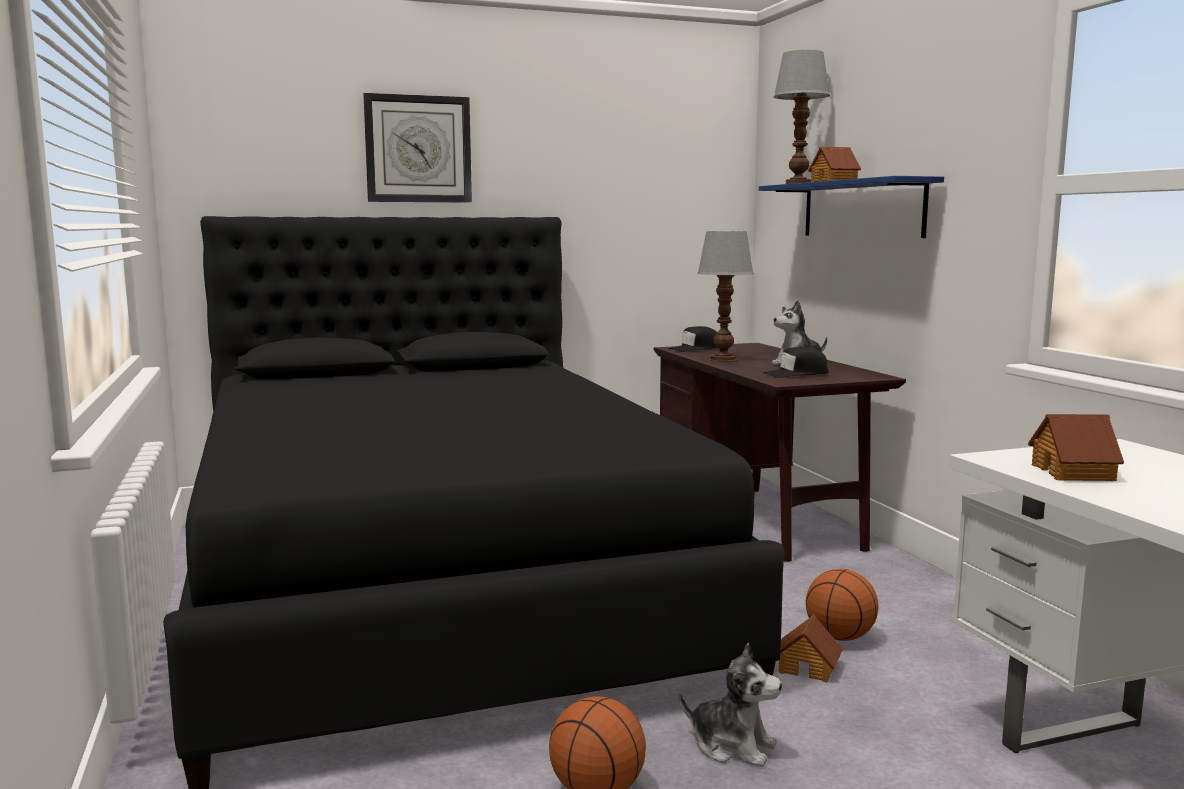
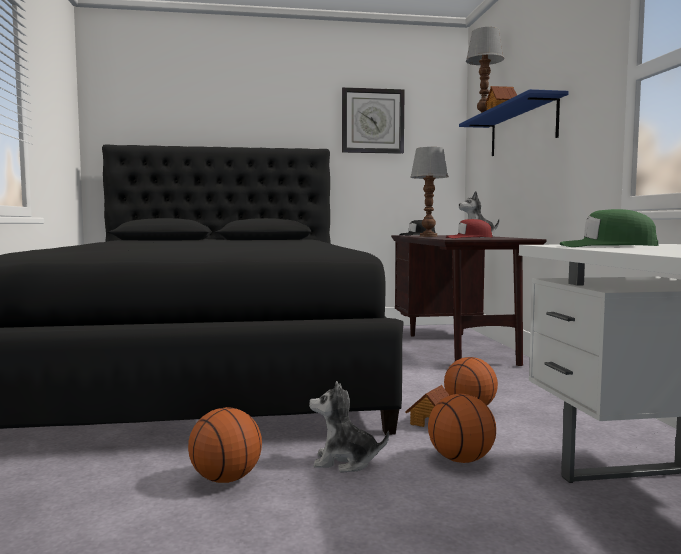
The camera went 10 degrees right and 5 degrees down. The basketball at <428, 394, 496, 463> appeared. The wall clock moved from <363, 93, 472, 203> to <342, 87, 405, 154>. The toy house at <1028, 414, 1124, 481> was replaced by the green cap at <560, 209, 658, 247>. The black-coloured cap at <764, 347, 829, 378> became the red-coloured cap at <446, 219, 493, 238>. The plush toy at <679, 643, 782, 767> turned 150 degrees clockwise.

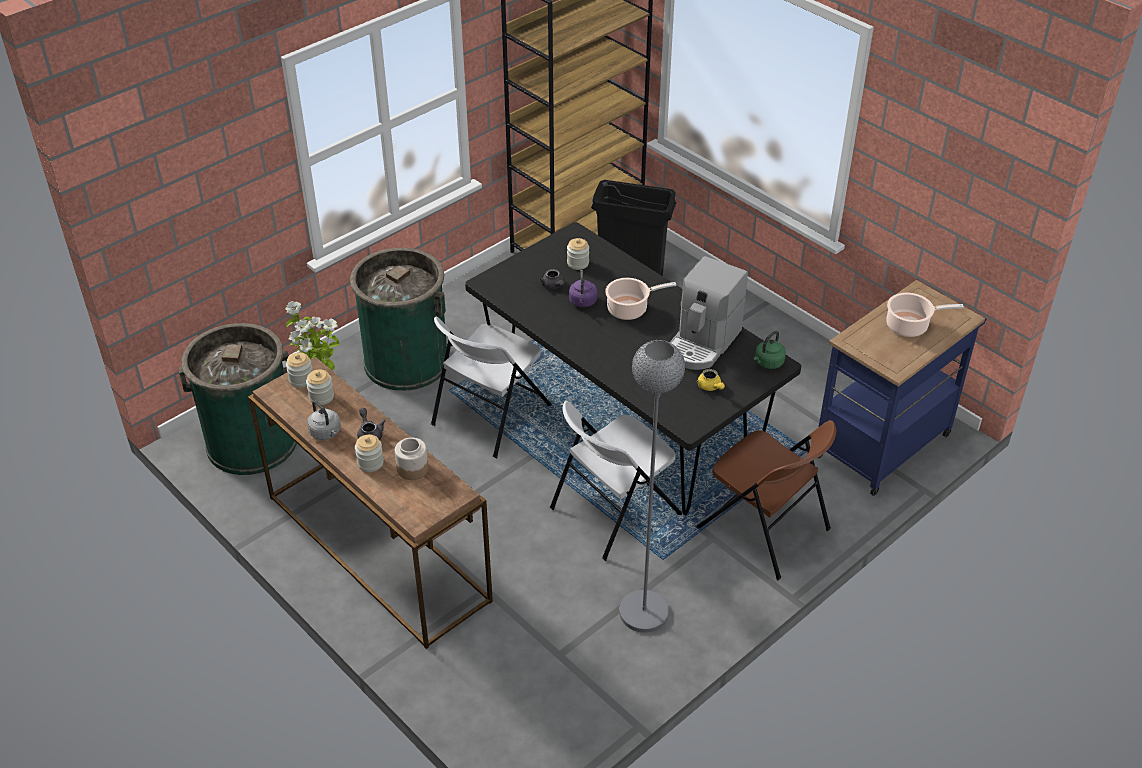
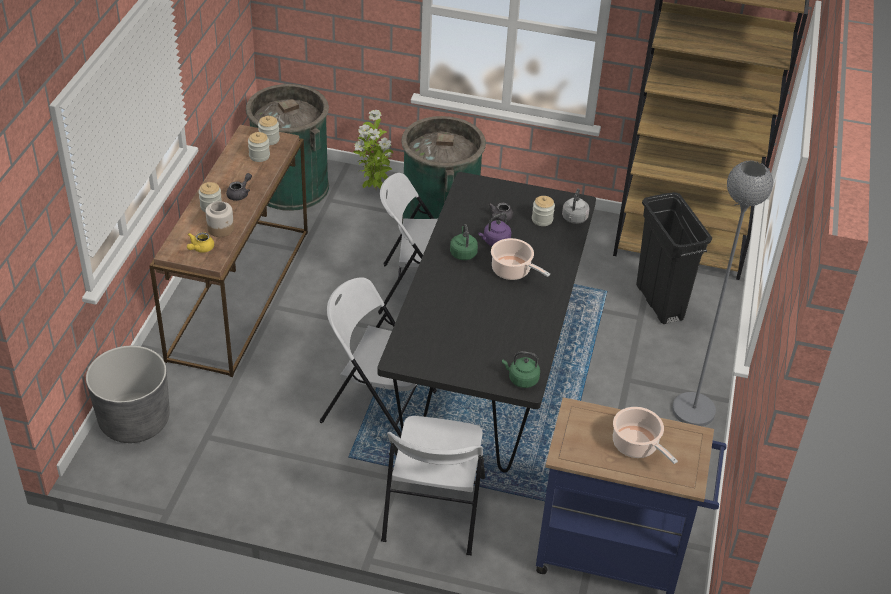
The camera went 55 degrees right and 0 degrees up. The coffee maker at <670, 256, 748, 370> disappeared. The grey flower pot at <86, 346, 170, 443> appeared. The green tea kettle at <450, 224, 478, 260> appeared. The grey tea kettle moved from <307, 401, 341, 440> to <562, 189, 589, 224>. The grey standing lamp moved from <619, 340, 685, 633> to <672, 161, 773, 426>. The yellow tea pot moved from <697, 369, 725, 391> to <187, 232, 214, 253>. The brown upright chair at <696, 420, 836, 580> became the white-coloured upright chair at <381, 416, 486, 556>.

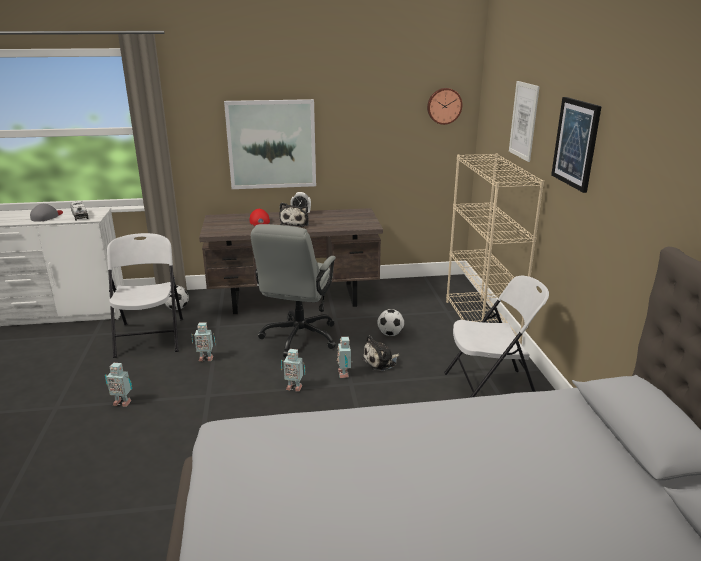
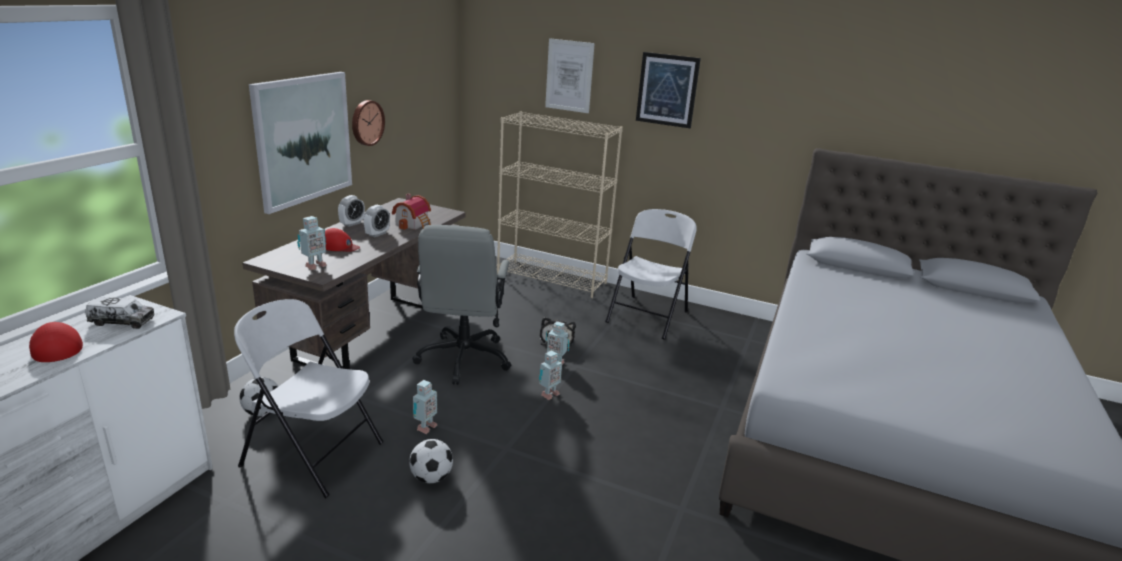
The camera went 60 degrees left and 0 degrees up. The toy house at <392, 194, 431, 230> appeared. The toy robot moved from <105, 363, 132, 407> to <297, 216, 327, 270>. The football moved from <377, 309, 404, 336> to <409, 439, 453, 483>. The wall clock moved from <427, 88, 462, 125> to <352, 100, 385, 146>. The plush toy at <279, 203, 309, 227> was replaced by the alarm clock at <364, 205, 390, 237>. The grey cap at <30, 204, 63, 222> became the red-coloured cap at <29, 322, 83, 362>. The grey desk chair at <251, 224, 336, 357> turned 45 degrees clockwise.

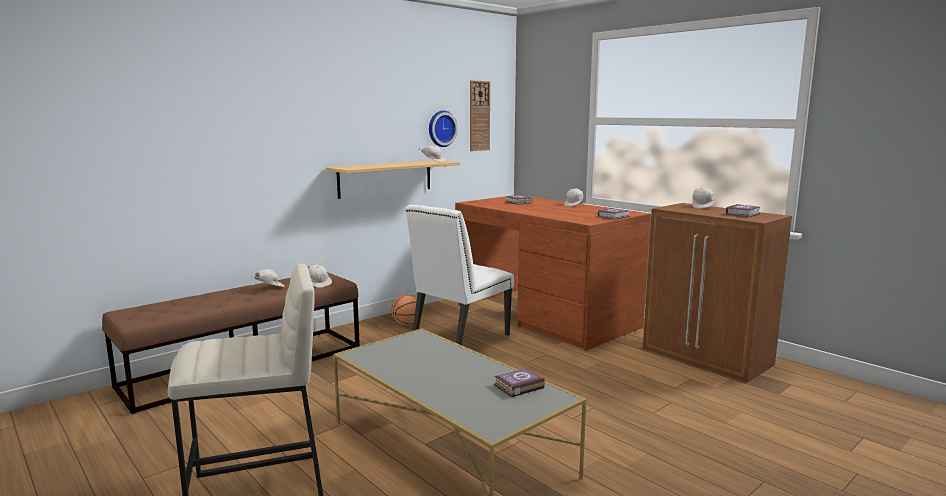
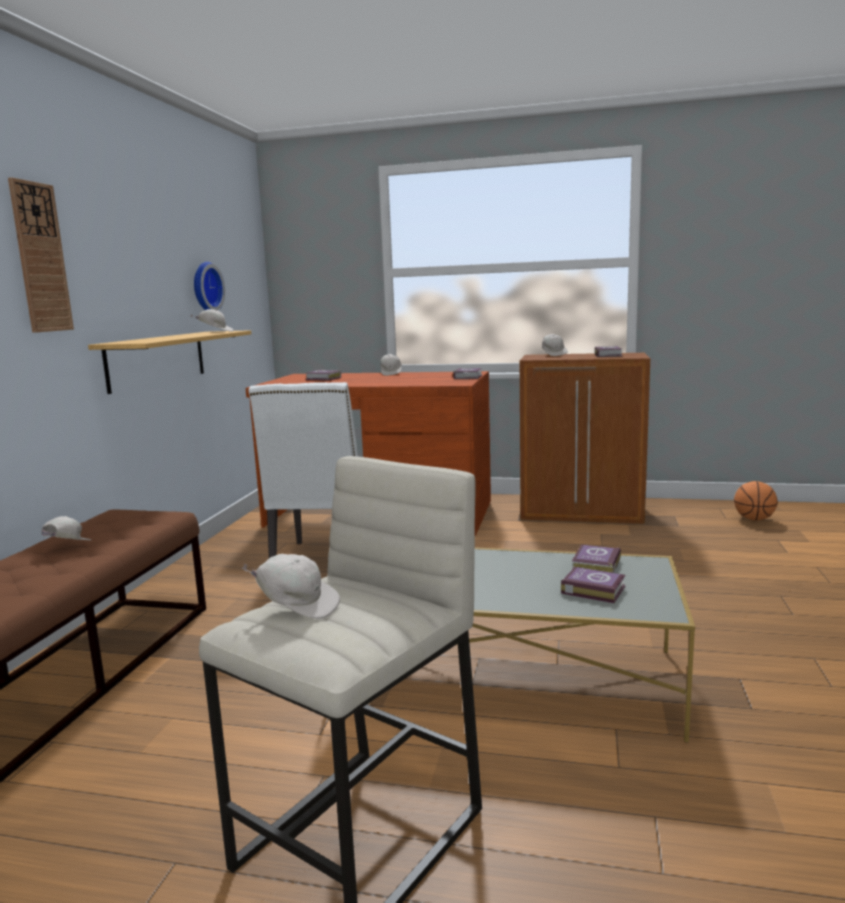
The camera went 35 degrees left and 0 degrees up. The book at <561, 567, 626, 603> appeared. The white-coloured cap moved from <308, 265, 332, 288> to <242, 554, 340, 619>. The basketball moved from <391, 295, 417, 325> to <734, 481, 778, 521>. The wall clock moved from <470, 80, 490, 151> to <8, 177, 74, 333>.

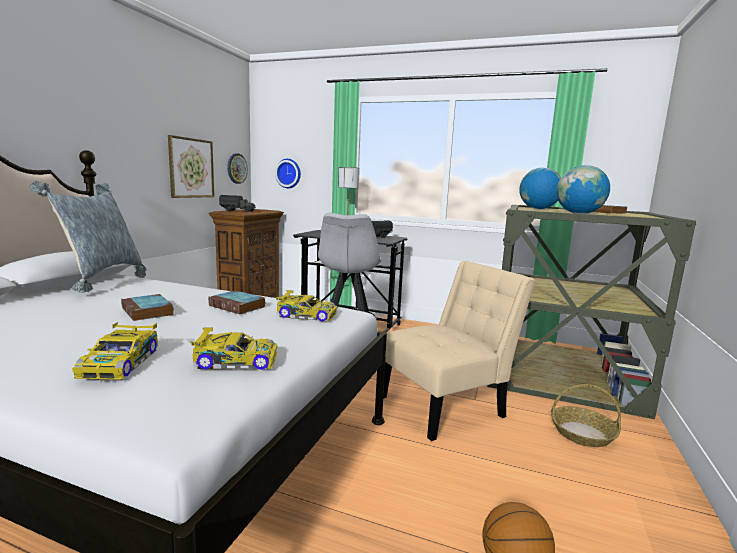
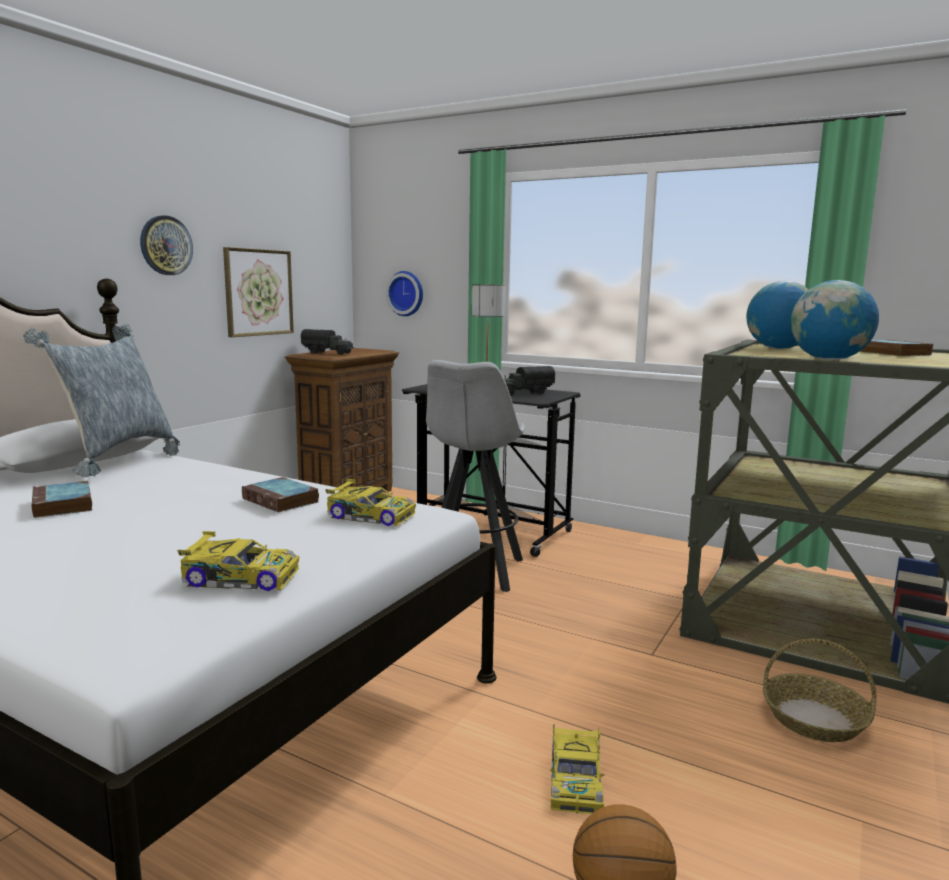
The camera went 10 degrees right and 0 degrees up. The sand-coloured upright chair at <383, 261, 536, 441> disappeared. The miniature car moved from <72, 322, 158, 380> to <550, 724, 604, 814>. The book moved from <121, 294, 174, 321> to <32, 481, 92, 518>. The wall clock moved from <227, 153, 248, 184> to <140, 215, 193, 275>.

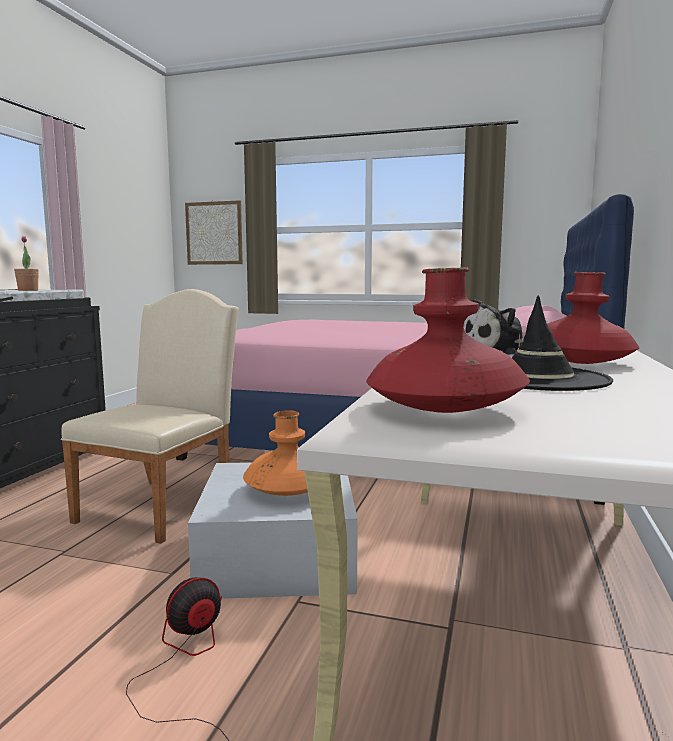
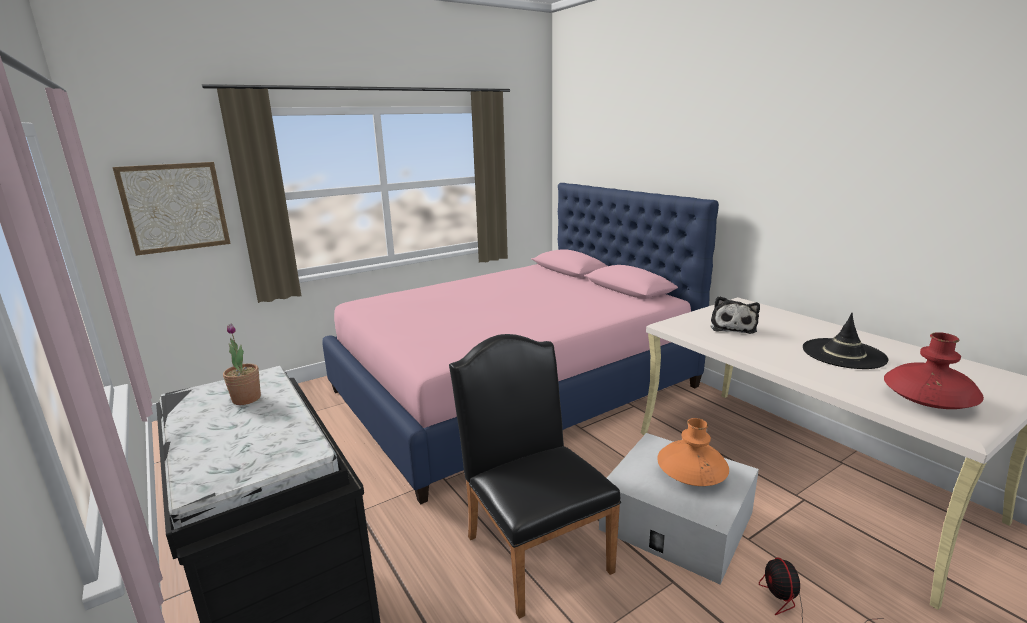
The camera went 50 degrees left and 10 degrees up. The red-coloured vase at <547, 272, 639, 364> disappeared. The sand-coloured upright chair at <61, 289, 239, 544> became the black-coloured upright chair at <449, 334, 621, 619>.

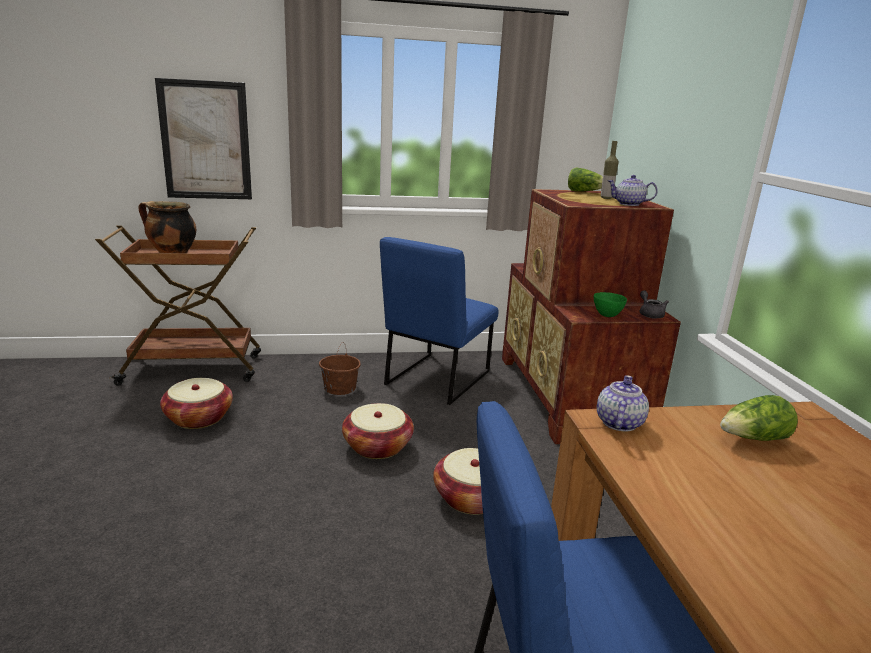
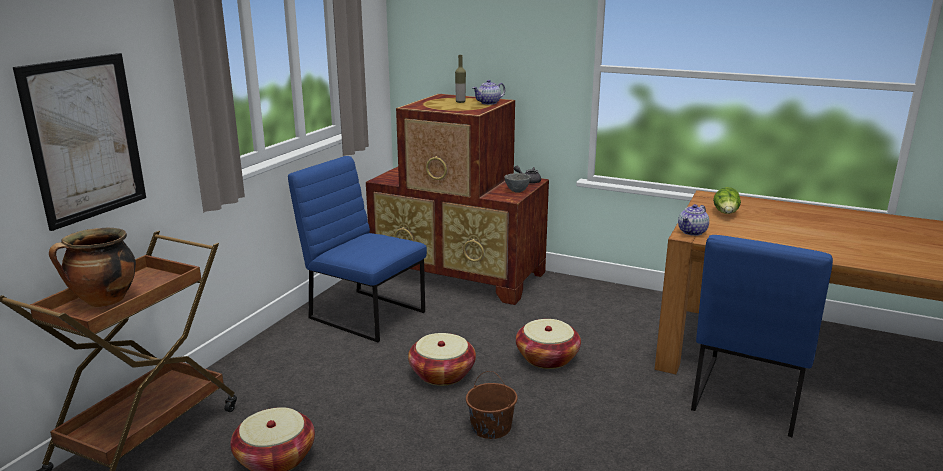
The camera went 55 degrees left and 0 degrees up. The head of lettuce at <568, 167, 603, 192> disappeared. The brown bucket moved from <319, 342, 361, 395> to <466, 371, 518, 439>. The green deep dish at <594, 292, 627, 317> became the grey deep dish at <504, 173, 531, 193>. The blue upright chair at <380, 237, 499, 405> turned 150 degrees clockwise. The tea pot at <597, 375, 649, 432> turned 105 degrees counterclockwise.

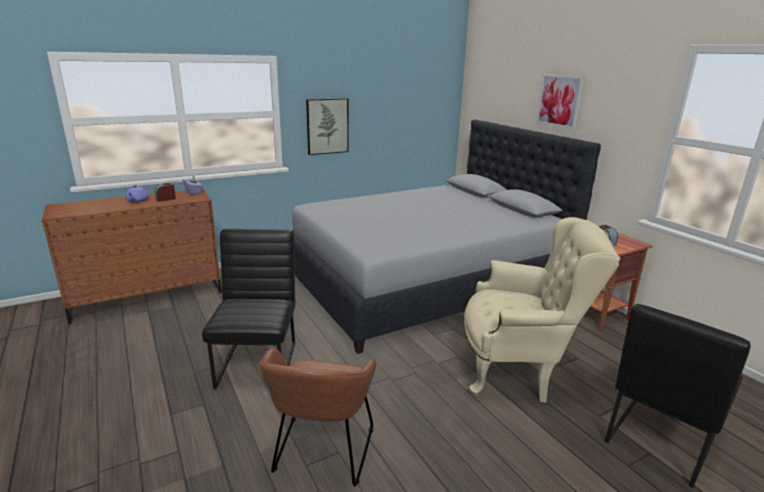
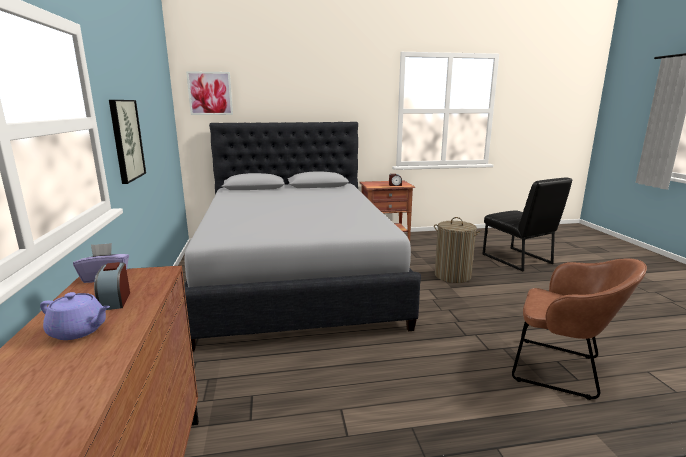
The camera went 70 degrees left and 5 degrees down. The black-coloured upright chair at <202, 229, 295, 389> disappeared. The wall picture moved from <536, 74, 584, 129> to <186, 71, 233, 115>. The sand-coloured easy chair at <464, 217, 620, 403> was replaced by the hamper at <434, 217, 481, 283>.

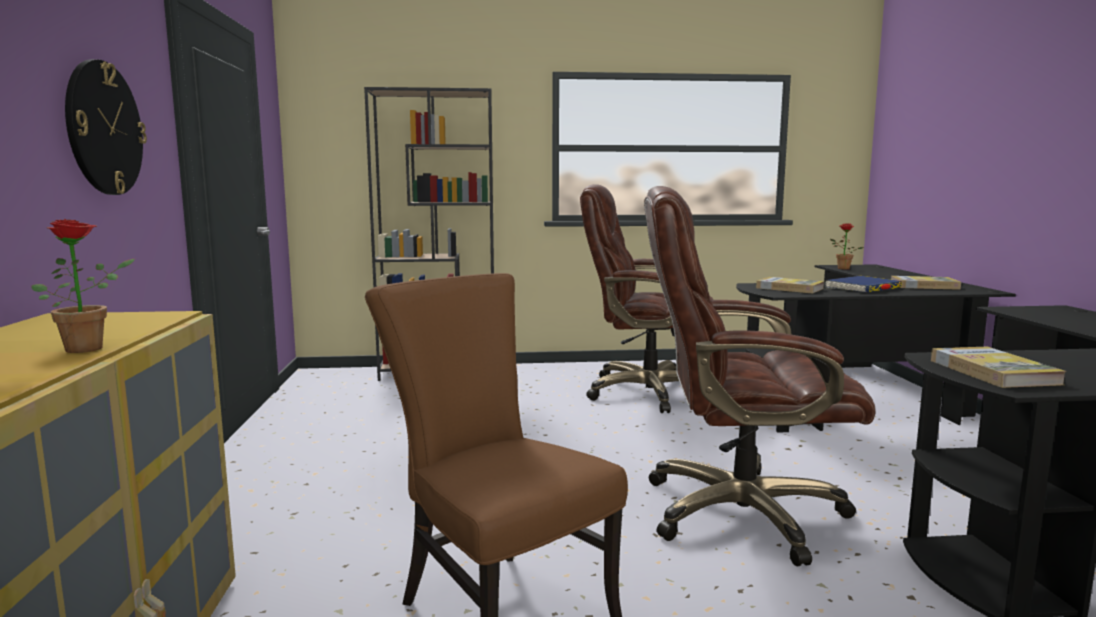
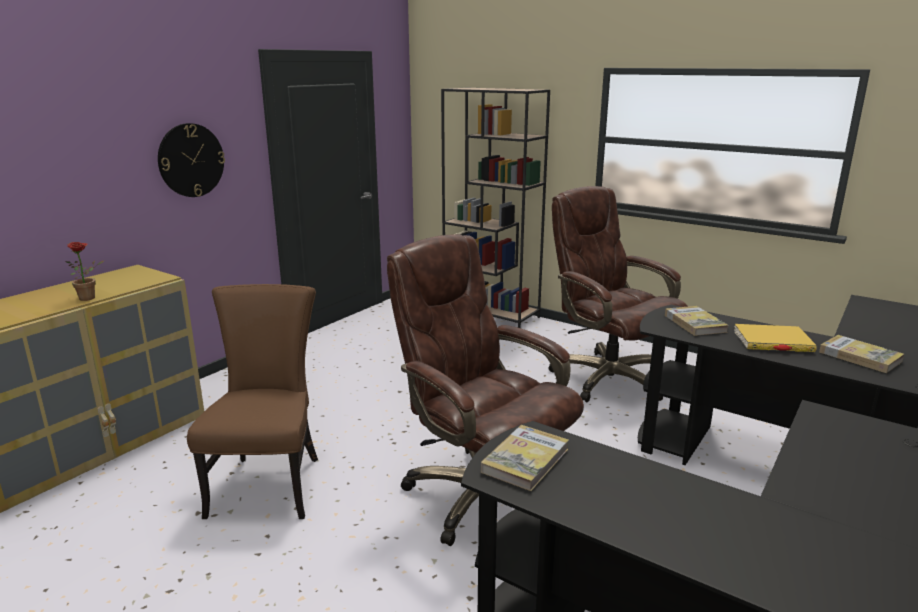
The camera went 40 degrees right and 10 degrees up. The potted plant at <830, 223, 864, 269> disappeared. The blue book at <825, 276, 902, 293> became the yellow book at <734, 324, 817, 352>.

